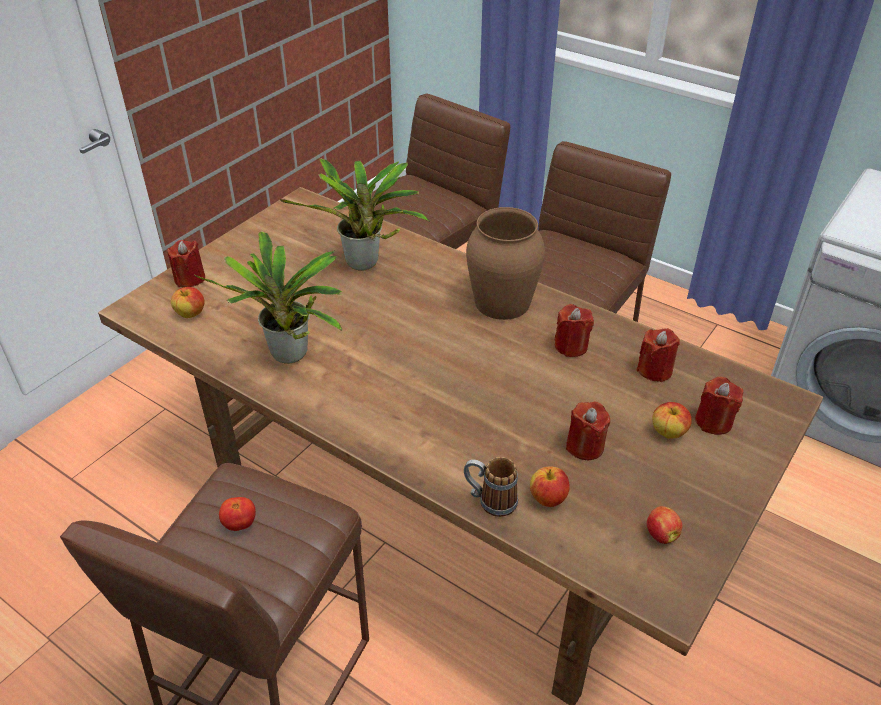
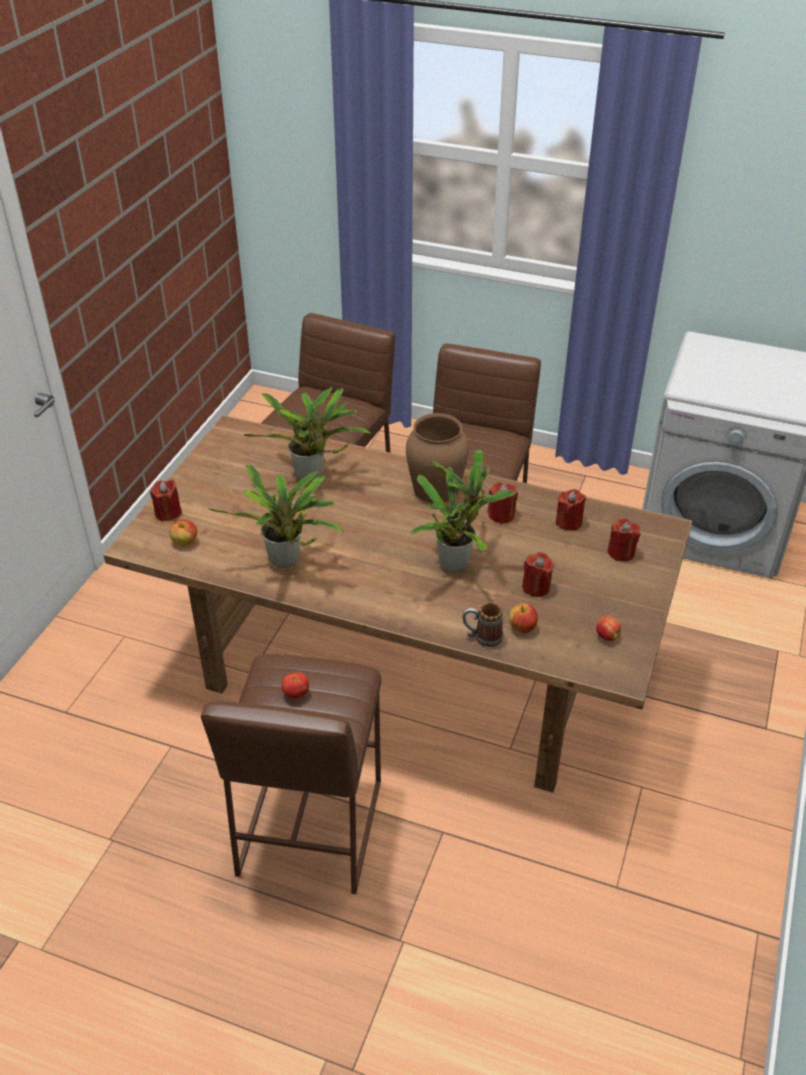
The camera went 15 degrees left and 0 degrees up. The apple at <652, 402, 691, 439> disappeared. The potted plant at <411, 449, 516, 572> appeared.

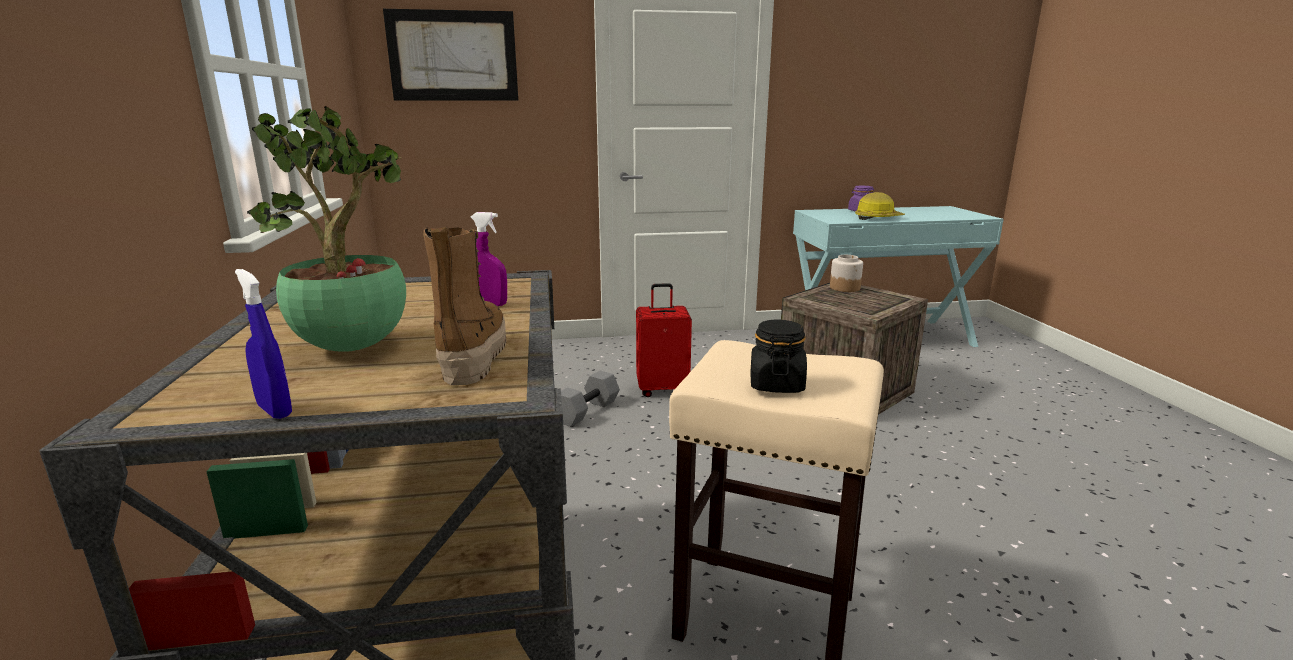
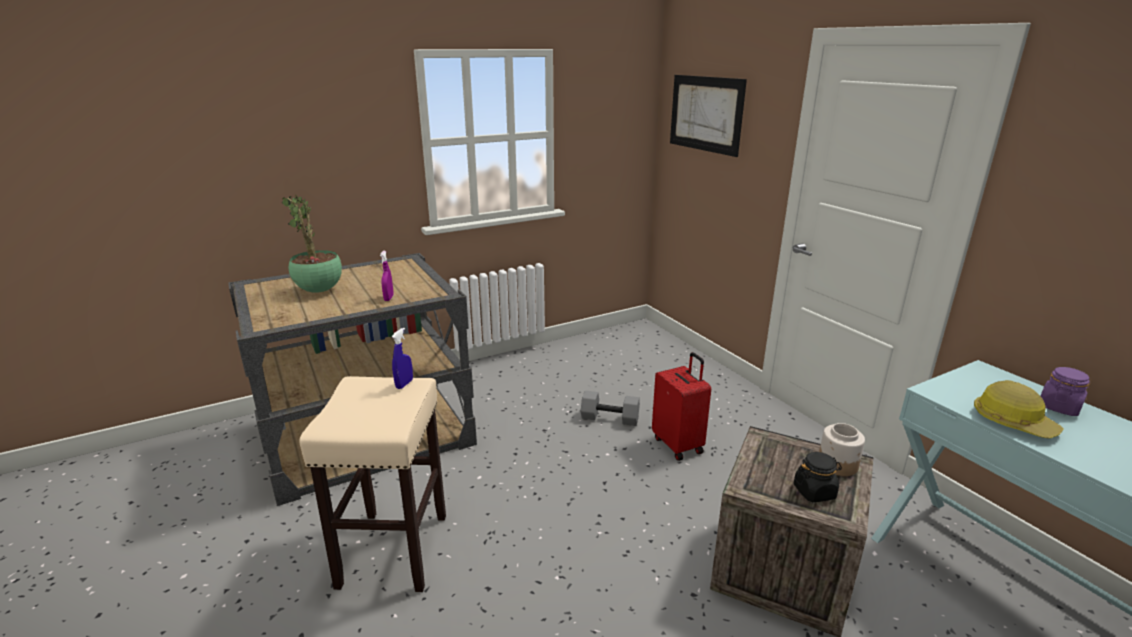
The camera went 70 degrees right and 5 degrees up. The boot at <423, 227, 506, 385> disappeared. The blue sprayer moved from <235, 269, 292, 419> to <392, 327, 413, 389>. The black-coloured preserve jar moved from <751, 320, 807, 393> to <793, 452, 842, 502>.

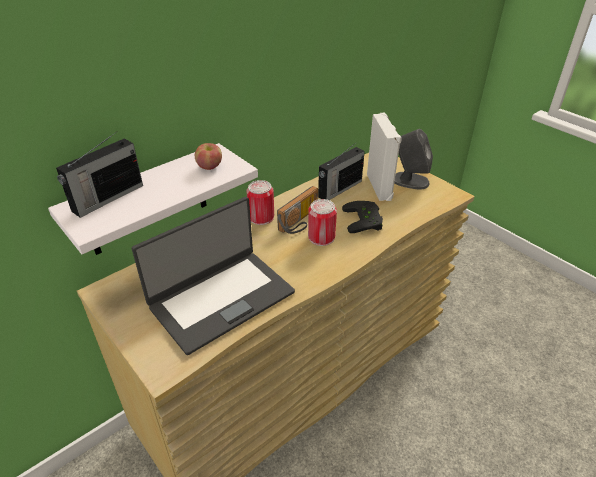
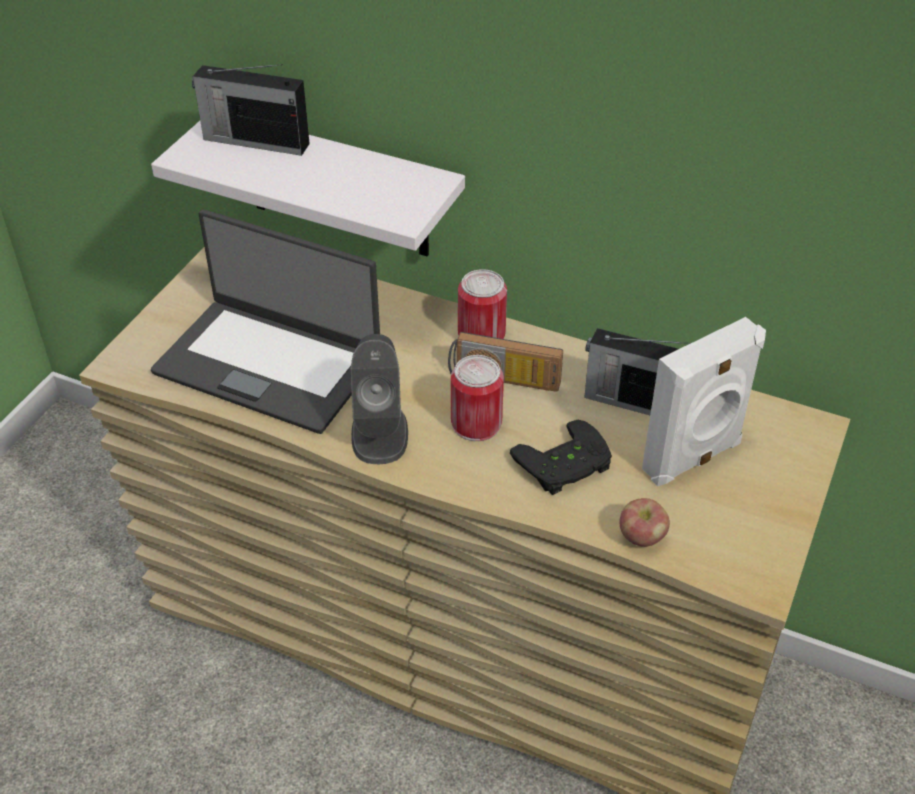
The camera went 65 degrees right and 5 degrees up. The apple moved from <195, 143, 222, 170> to <620, 498, 670, 547>. The grey speaker moved from <394, 129, 433, 190> to <350, 334, 408, 464>.

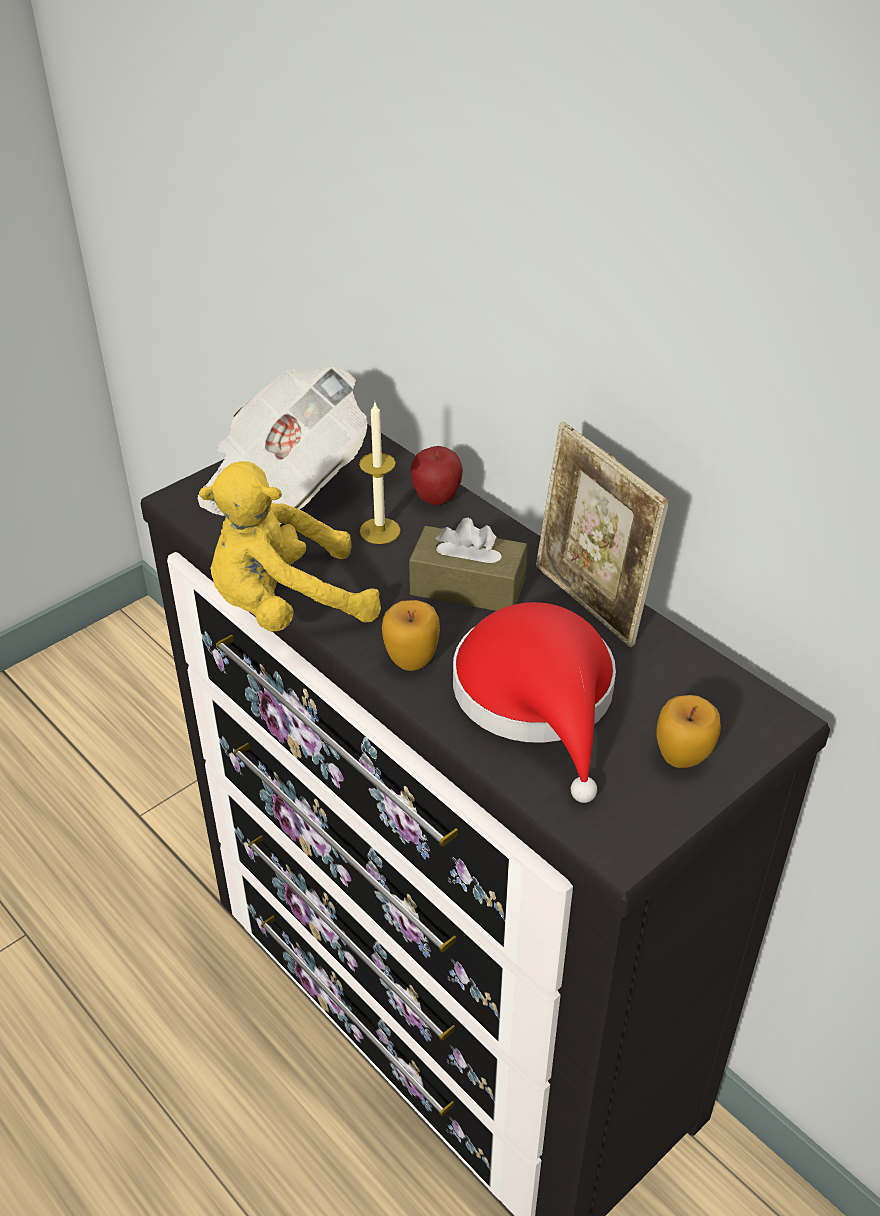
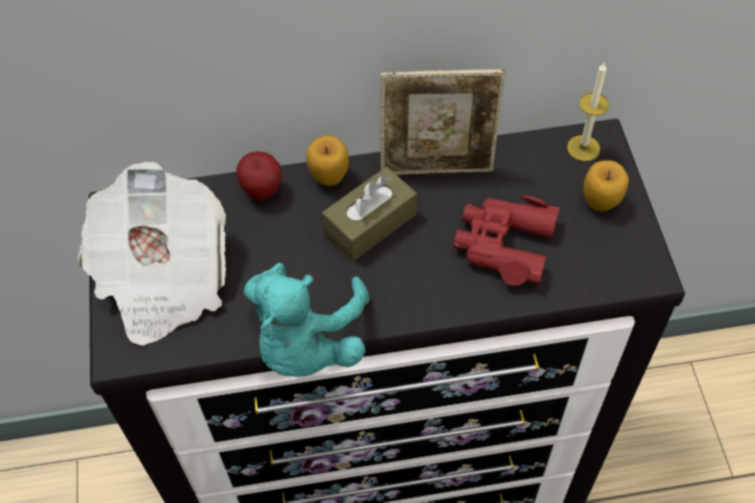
The camera went 55 degrees left and 15 degrees up. The wax light moved from <359, 403, 401, 544> to <567, 63, 609, 161>. The apple moved from <382, 600, 440, 671> to <306, 135, 349, 186>. The red-coloured clothing hat at <453, 602, 616, 803> was replaced by the red-coloured binoculars at <454, 195, 560, 286>. The yellow plush toy at <199, 461, 381, 632> became the turquoise-coloured plush toy at <244, 263, 370, 377>.

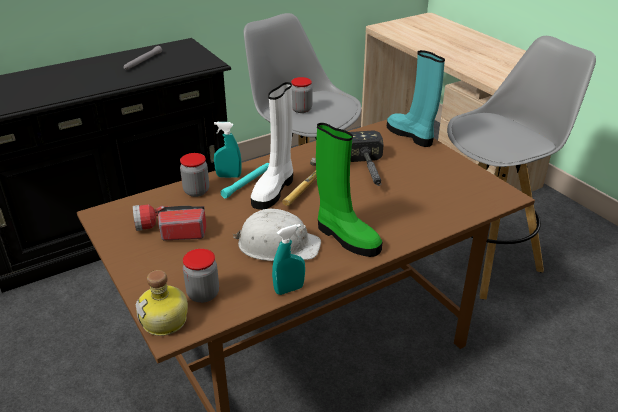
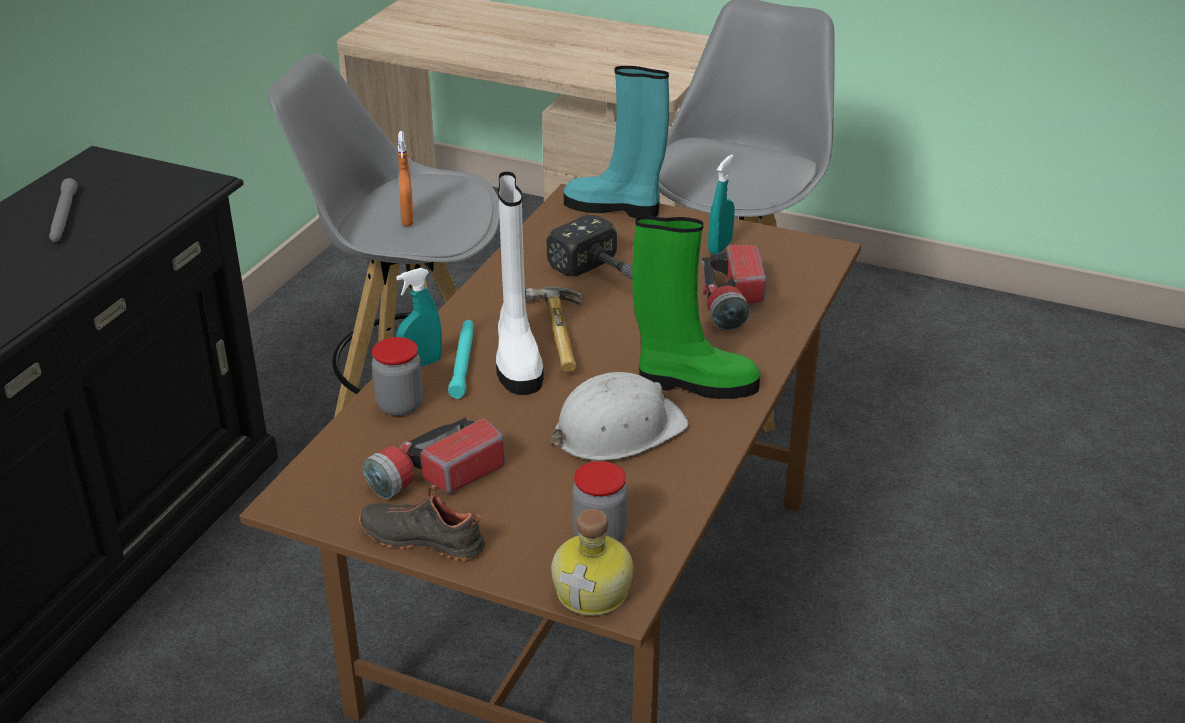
The camera went 35 degrees left and 0 degrees up. The black-coloured low shoe at <359, 485, 485, 561> appeared. The hand torch at <702, 244, 767, 330> appeared. The turquoise-coloured sprayer moved from <272, 224, 305, 295> to <708, 154, 735, 254>. The preserve jar at <291, 77, 312, 113> was replaced by the orange-coloured sprayer at <398, 131, 413, 226>.

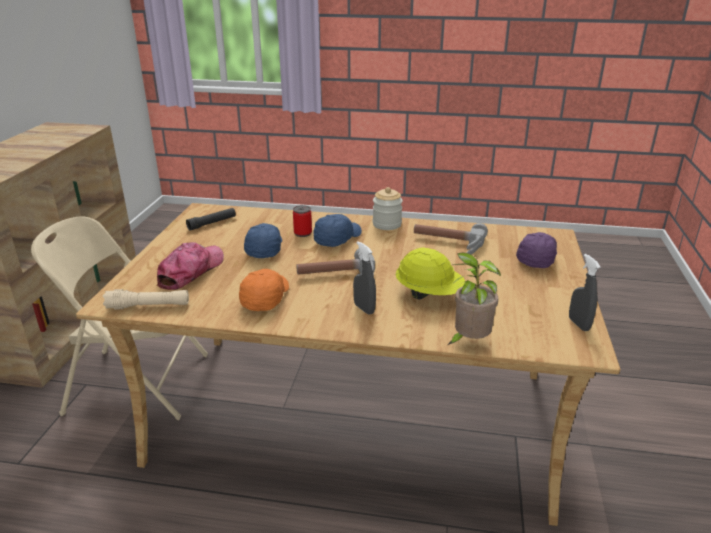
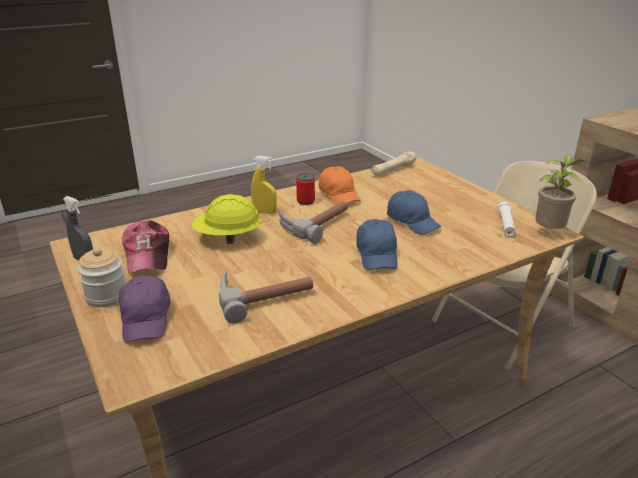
The camera went 140 degrees right and 0 degrees up. The cap moved from <157, 242, 224, 290> to <122, 220, 169, 274>. The can moved from <293, 205, 312, 237> to <296, 173, 315, 205>. The preserve jar moved from <373, 187, 403, 230> to <78, 248, 126, 307>. The potted plant moved from <448, 252, 501, 345> to <535, 155, 584, 229>. The black-coloured hand torch at <186, 208, 236, 231> became the white-coloured hand torch at <498, 202, 515, 236>. The grey sprayer at <353, 241, 376, 315> became the yellow sprayer at <251, 156, 277, 214>.

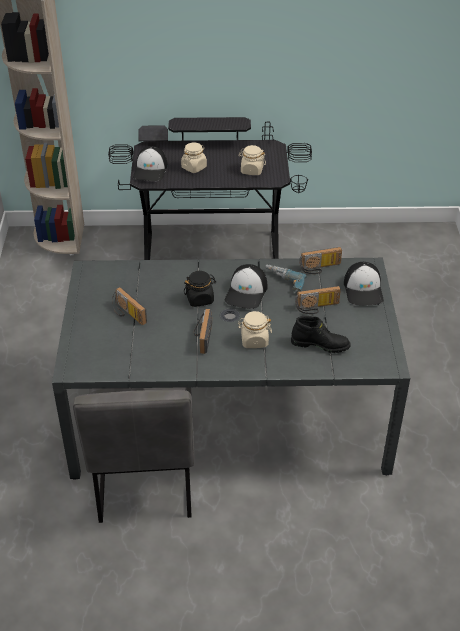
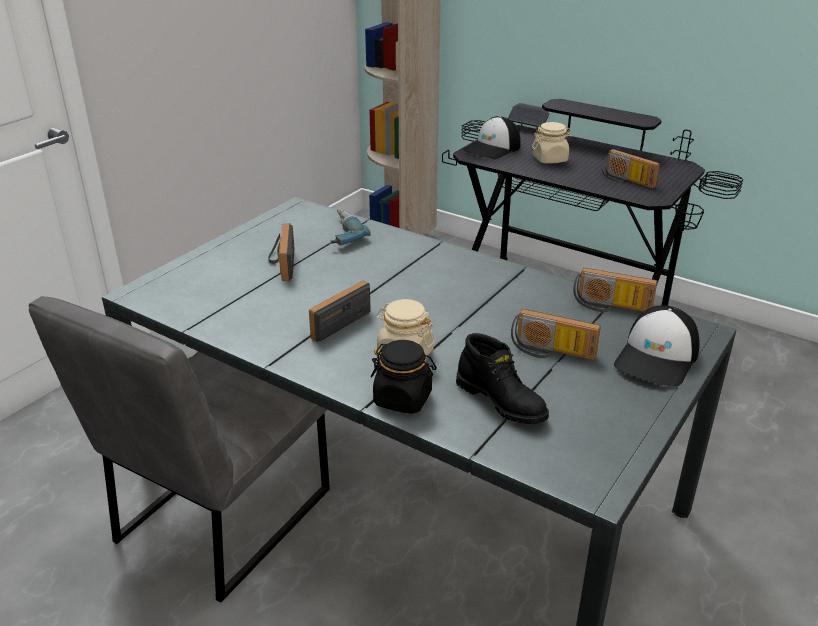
The camera went 35 degrees right and 10 degrees down. The cap at <225, 264, 267, 309> disappeared. The black-coloured preserve jar moved from <184, 271, 216, 307> to <371, 340, 437, 414>. The electric drill moved from <265, 265, 307, 293> to <331, 208, 371, 246>. The sand-coloured preserve jar at <238, 145, 266, 175> was replaced by the radio receiver at <602, 149, 660, 188>.

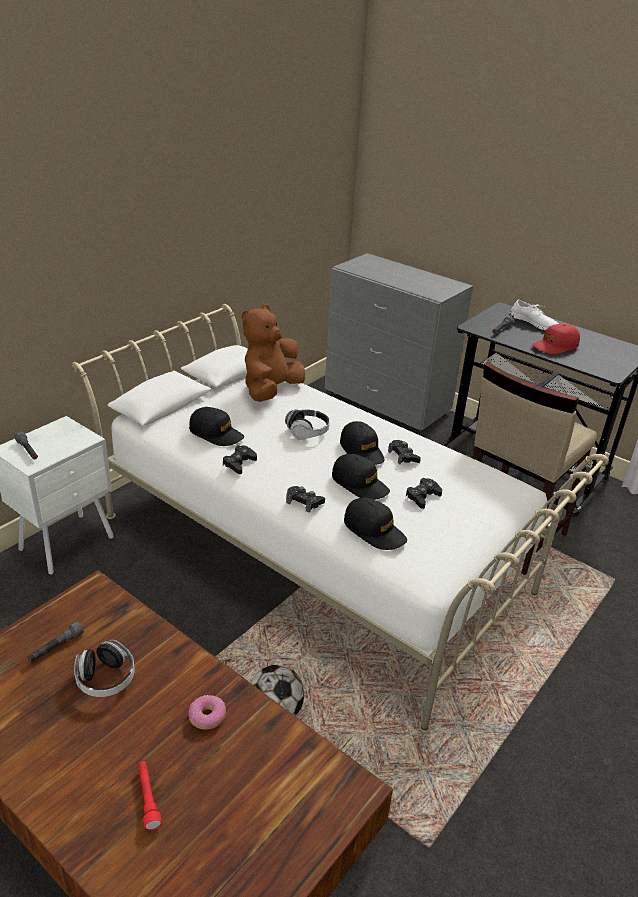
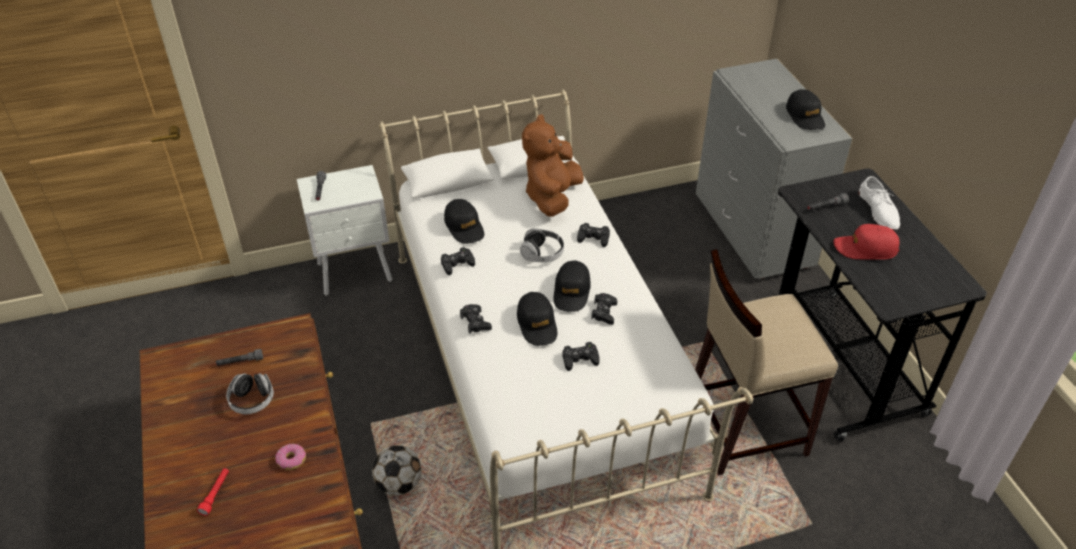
The camera went 35 degrees right and 10 degrees up. The black-coloured game controller at <577, 223, 610, 247> appeared. The black-coloured cap moved from <344, 497, 407, 550> to <786, 89, 825, 130>. The brown plush toy at <242, 304, 305, 402> turned 45 degrees counterclockwise.

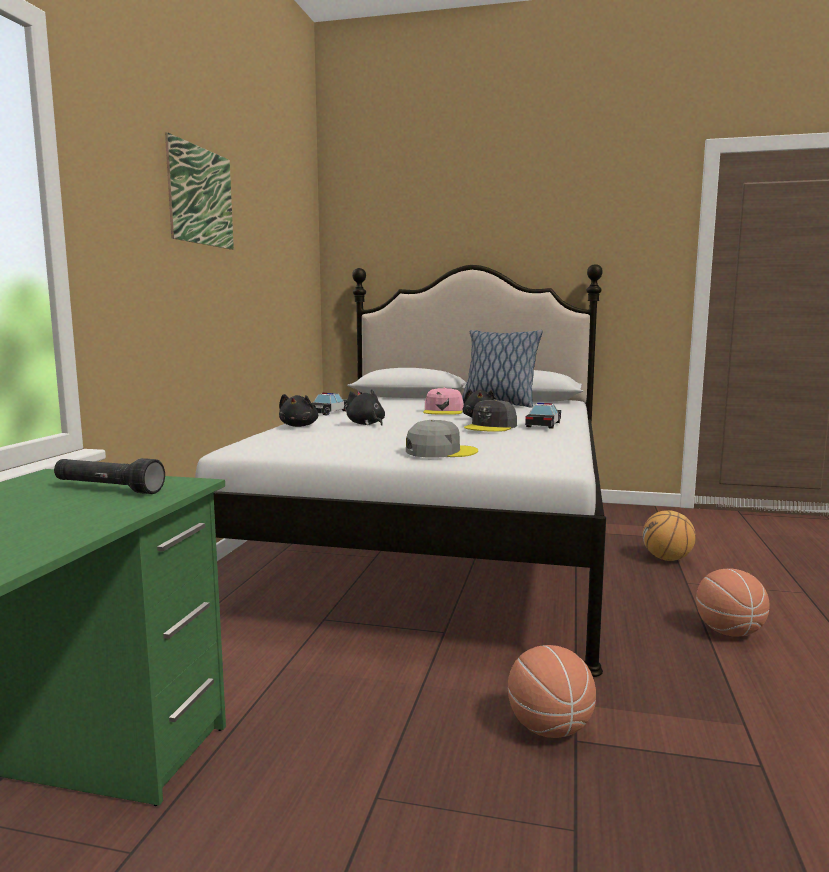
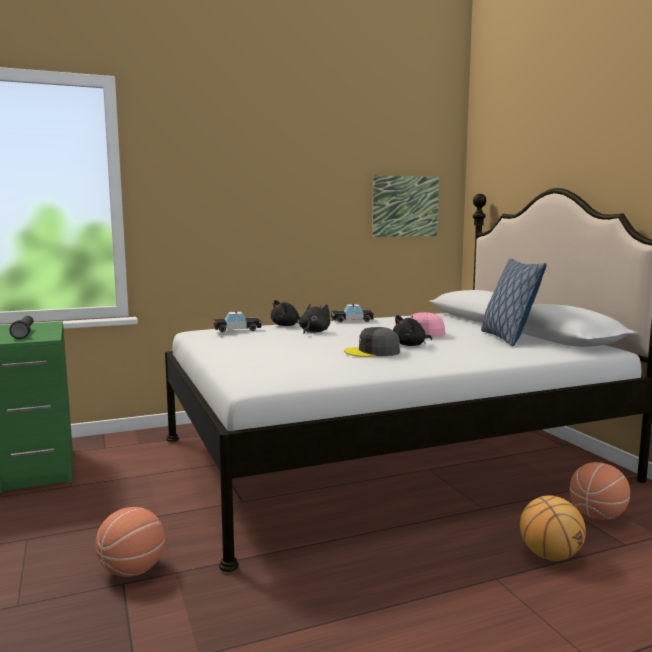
The camera went 55 degrees right and 0 degrees up. The grey cap at <406, 420, 478, 458> disappeared. The wall picture moved from <165, 132, 234, 250> to <372, 175, 439, 237>. The miniature car moved from <525, 403, 561, 429> to <214, 311, 261, 332>. The basketball moved from <696, 569, 770, 637> to <569, 462, 630, 520>.

